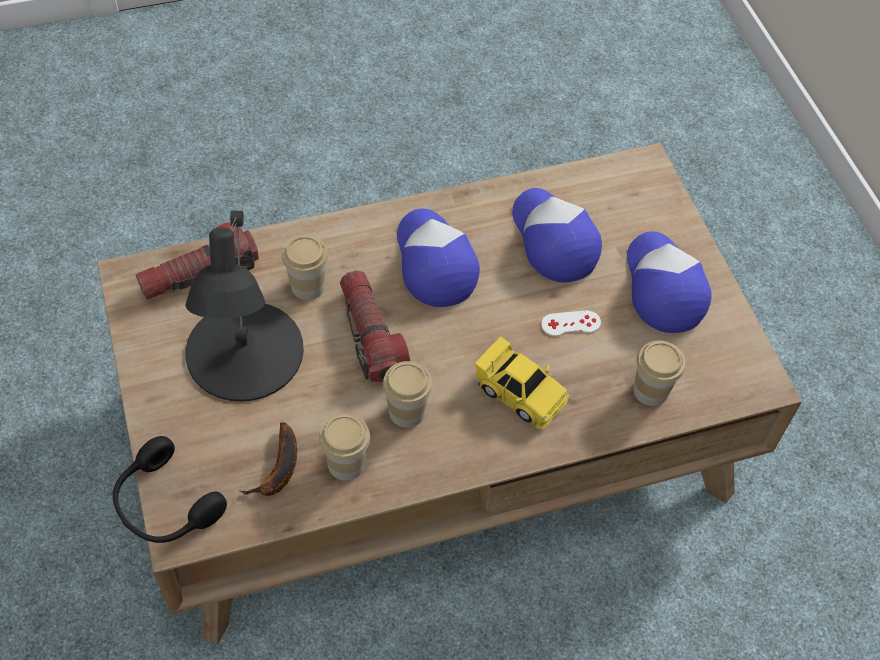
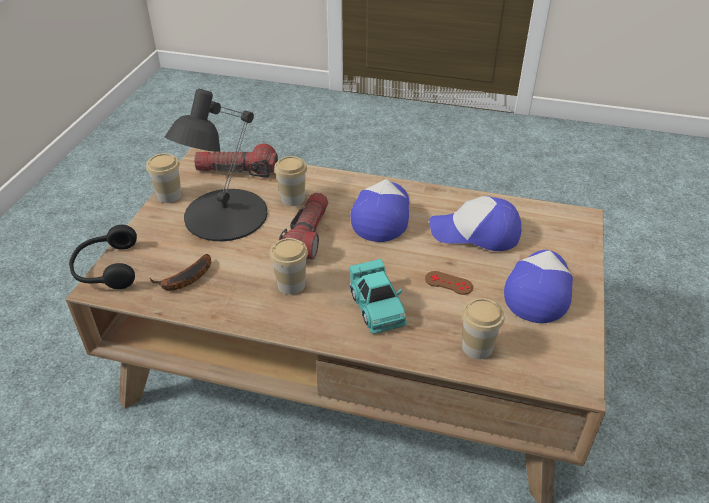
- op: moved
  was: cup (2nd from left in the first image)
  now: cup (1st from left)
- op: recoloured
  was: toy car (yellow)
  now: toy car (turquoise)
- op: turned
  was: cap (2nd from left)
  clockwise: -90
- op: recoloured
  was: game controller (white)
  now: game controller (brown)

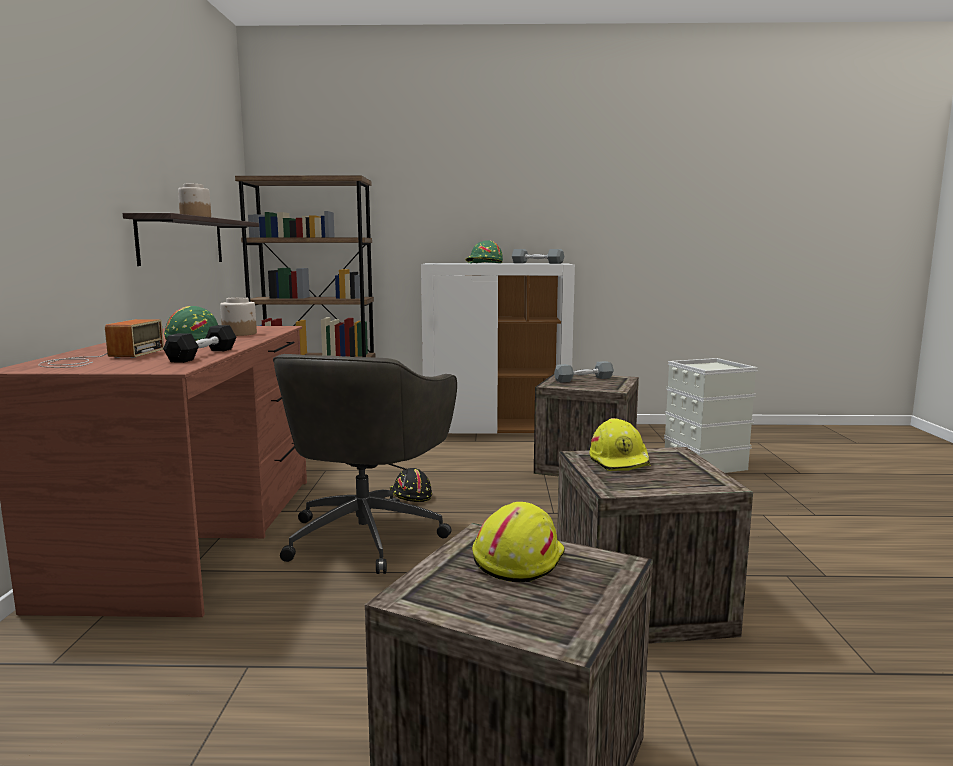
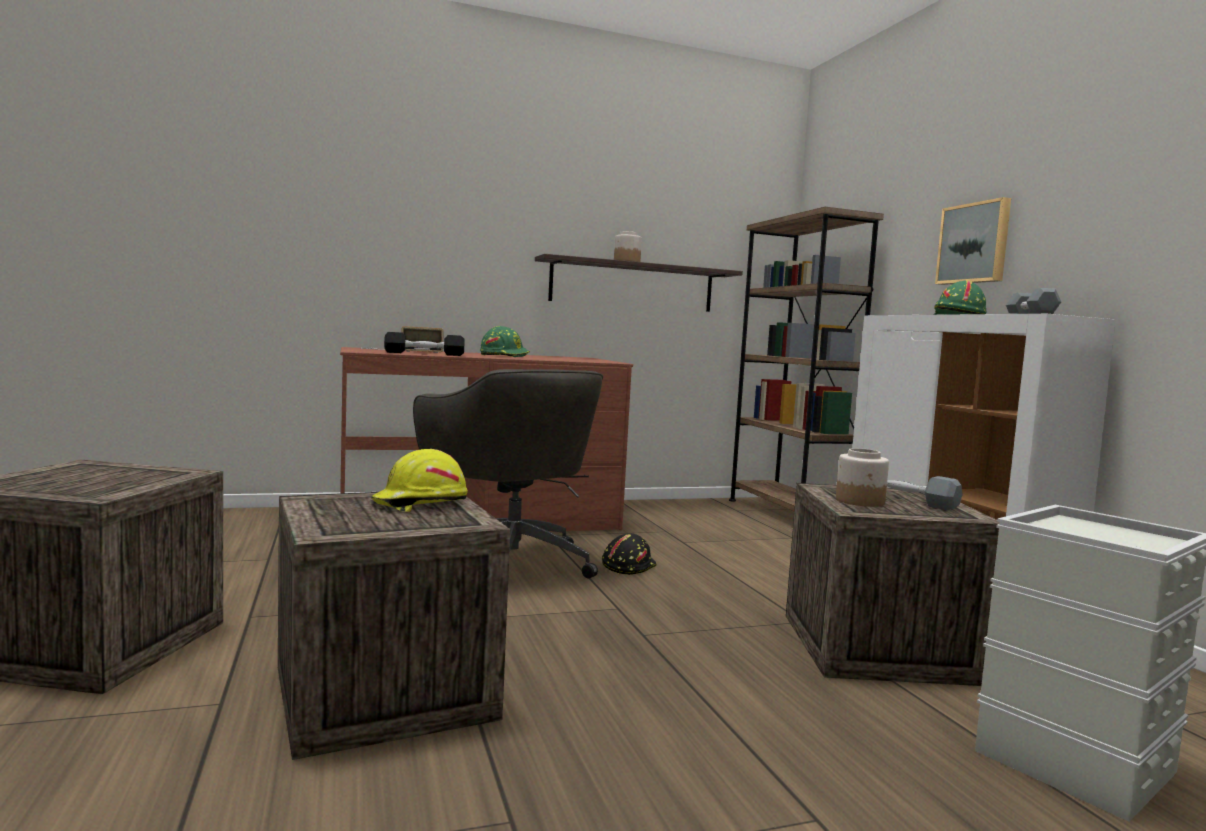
- op: moved
  was: jar (2nd from left)
- op: turned
  was: office chair (grey)
  clockwise: -120
- op: removed
  was: hard hat (yellow) (1st from left)
- op: added
  now: picture

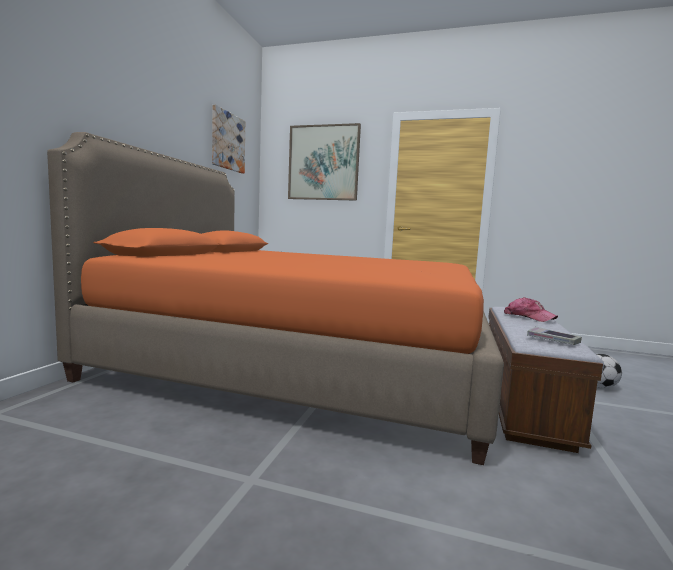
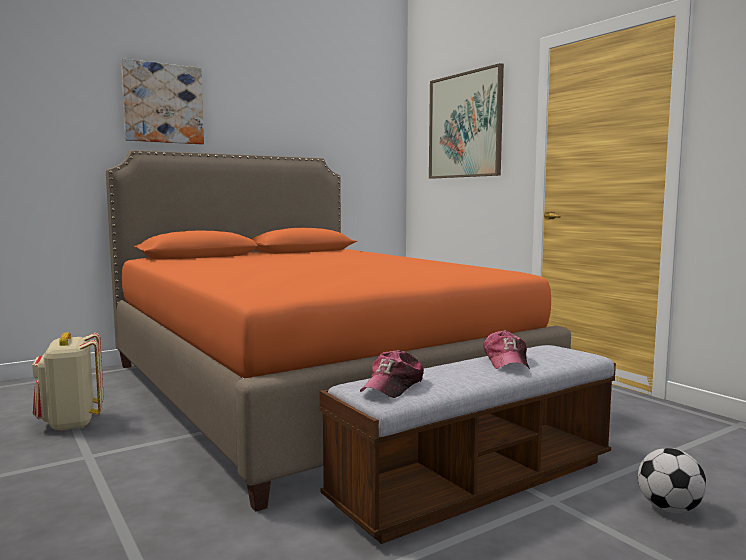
- op: moved
  was: picture (1st from left)
- op: replaced
  was: book
  now: cap (1st from left)
- op: added
  now: backpack (beige)

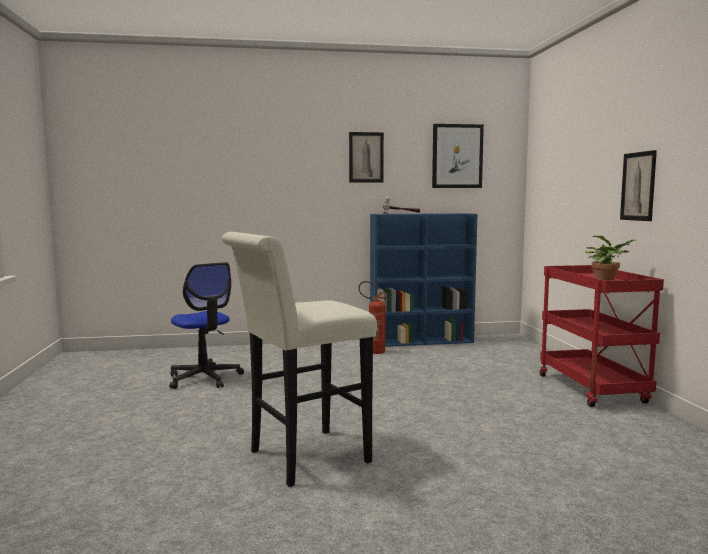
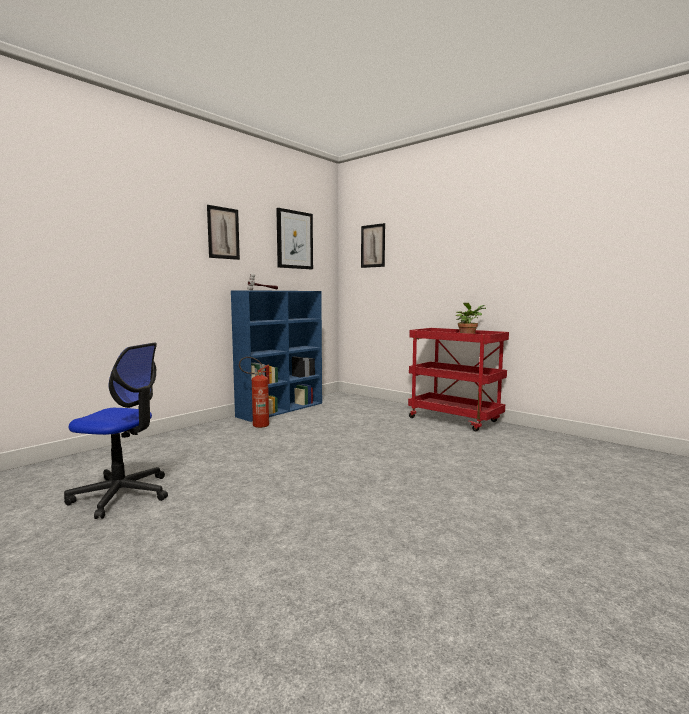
- op: removed
  was: stool (white)
- op: moved
  was: picture (3rd from left)

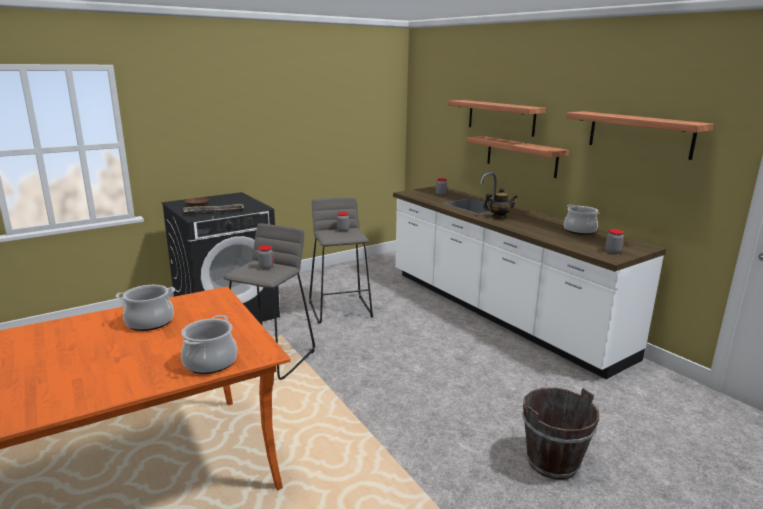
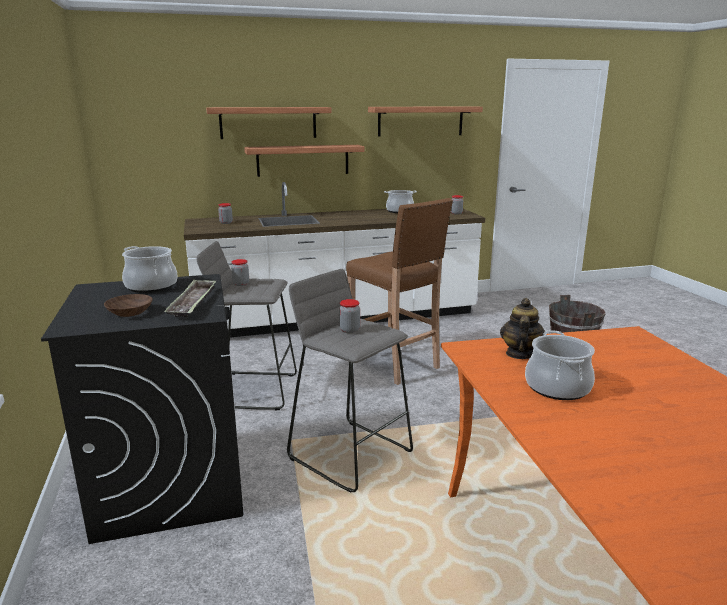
- op: moved
  was: cooking pot (2nd from left in the first image)
  now: cooking pot (1st from left)
- op: moved
  was: teapot
- op: added
  now: stool (brown)

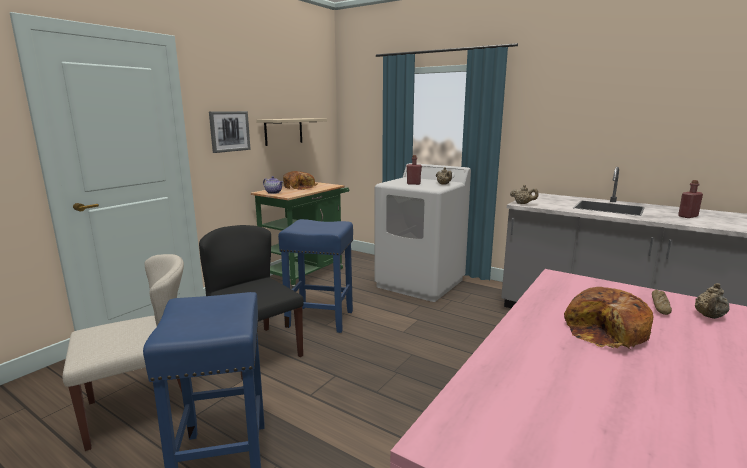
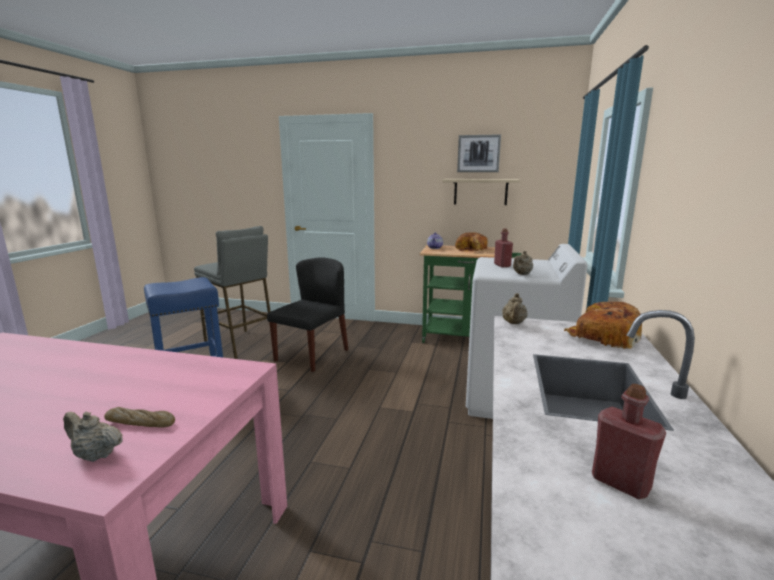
- op: replaced
  was: chair (beige)
  now: stool (grey)
- op: moved
  was: picture
- op: removed
  was: stool (blue) (2nd from left)
- op: moved
  was: bread (2nd from left in the first image)
  now: bread (3rd from left)

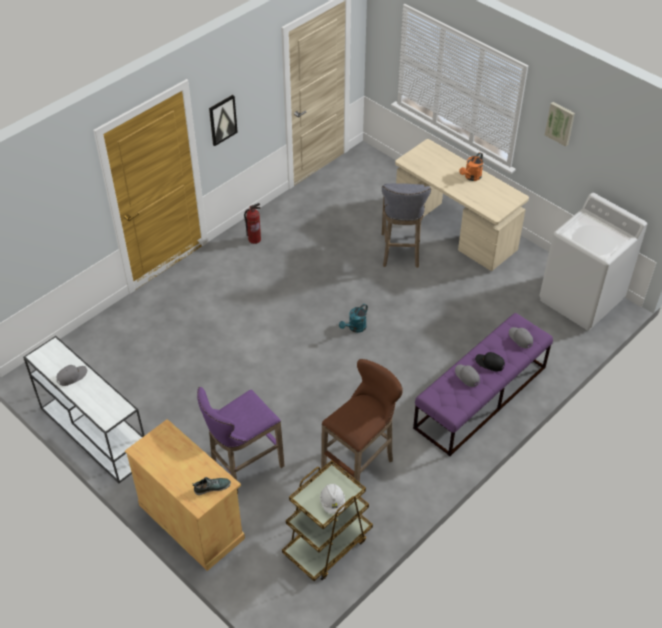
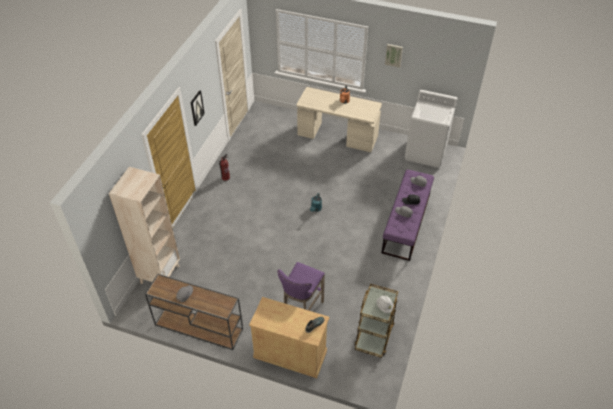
- op: recoloured
  was: console table (white)
  now: console table (brown)
- op: removed
  was: stool (brown)
- op: removed
  was: stool (grey)
- op: added
  now: bookcase (beige)

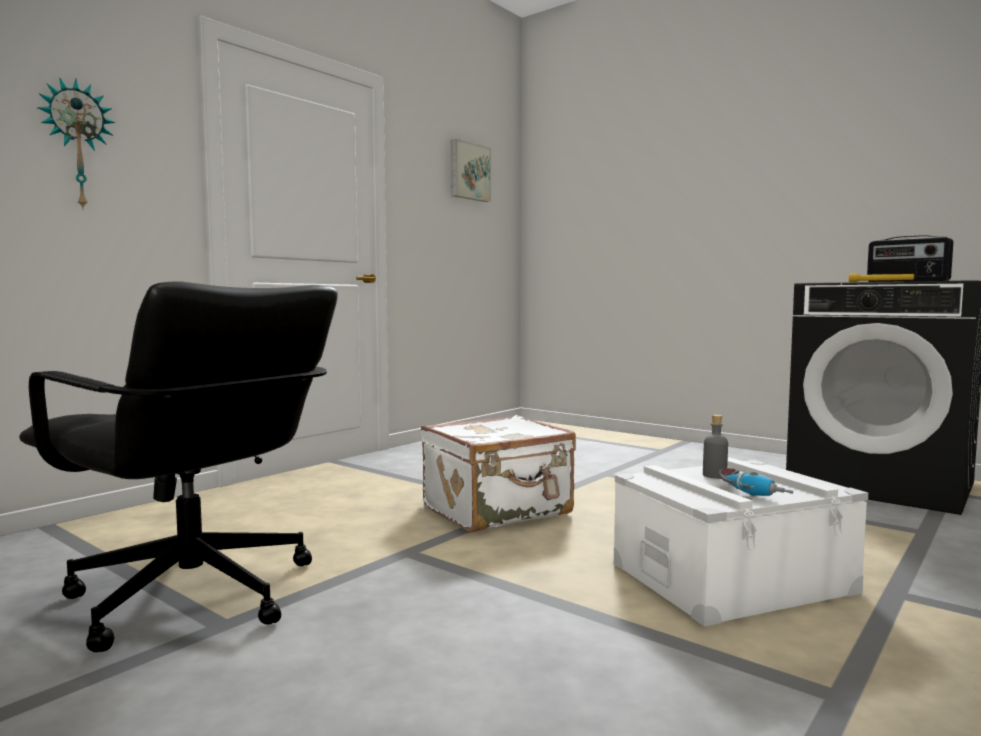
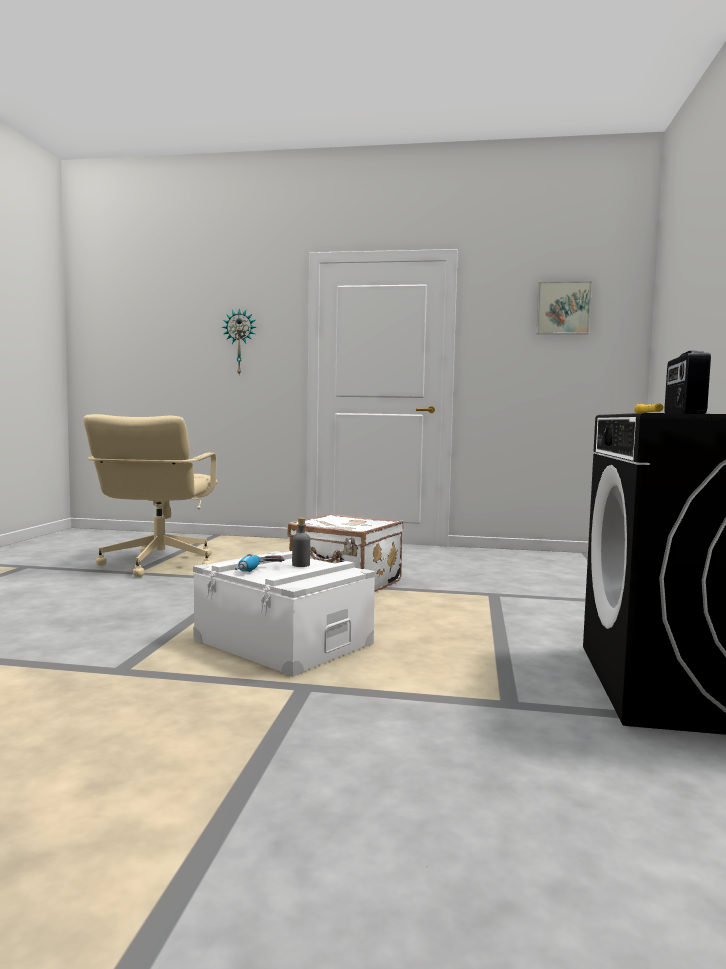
- op: recoloured
  was: office chair (black)
  now: office chair (beige)

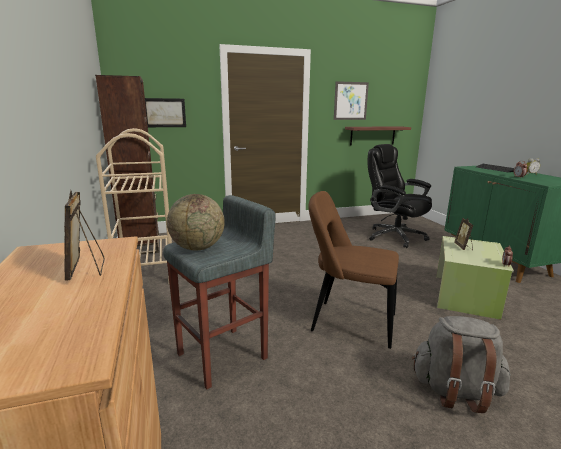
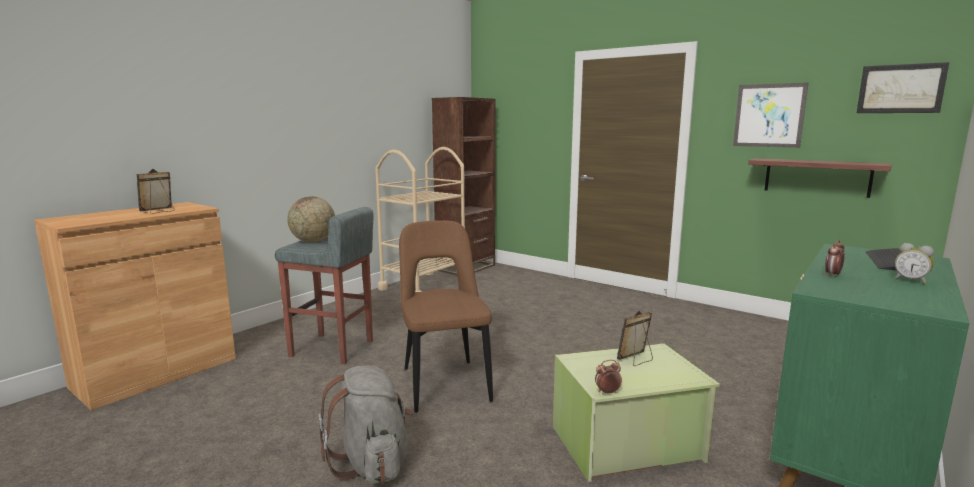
- op: moved
  was: picture (1st from left in the first image)
  now: picture (2nd from left)
- op: removed
  was: office chair (black)

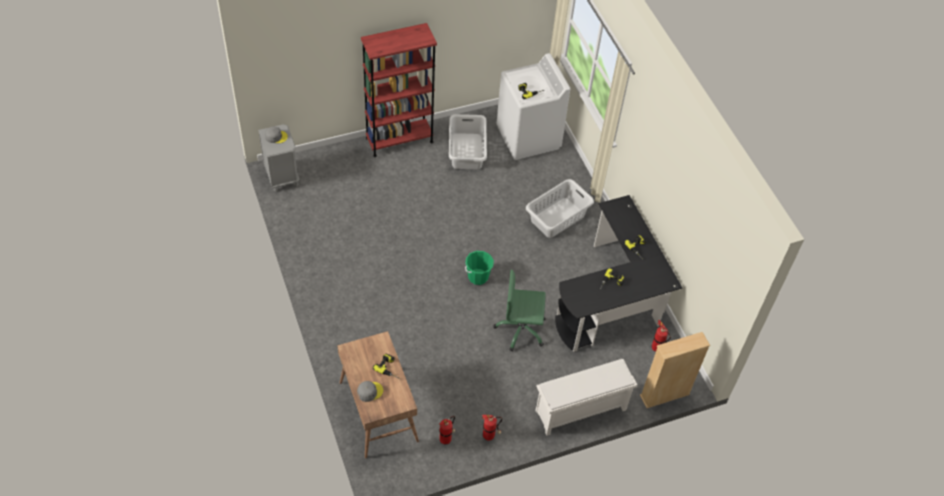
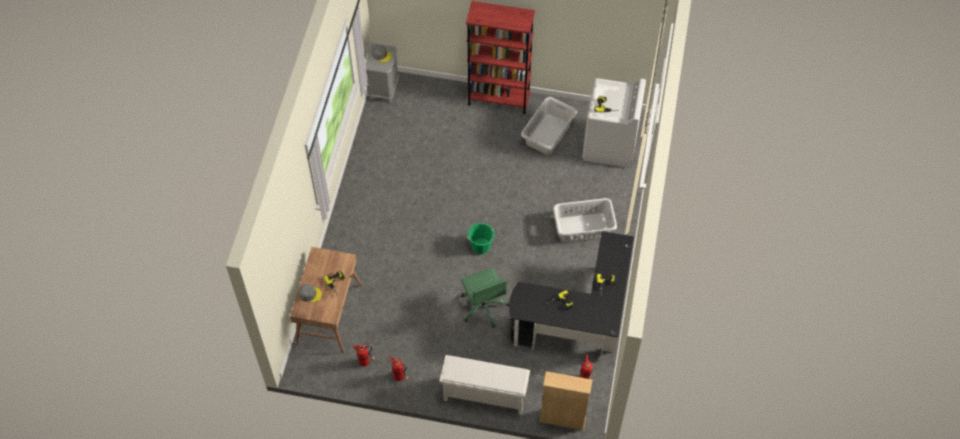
- op: turned
  was: office chair (green)
  clockwise: -150

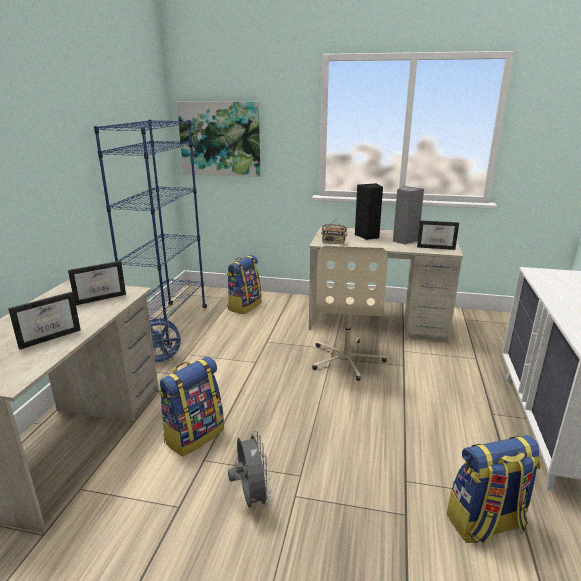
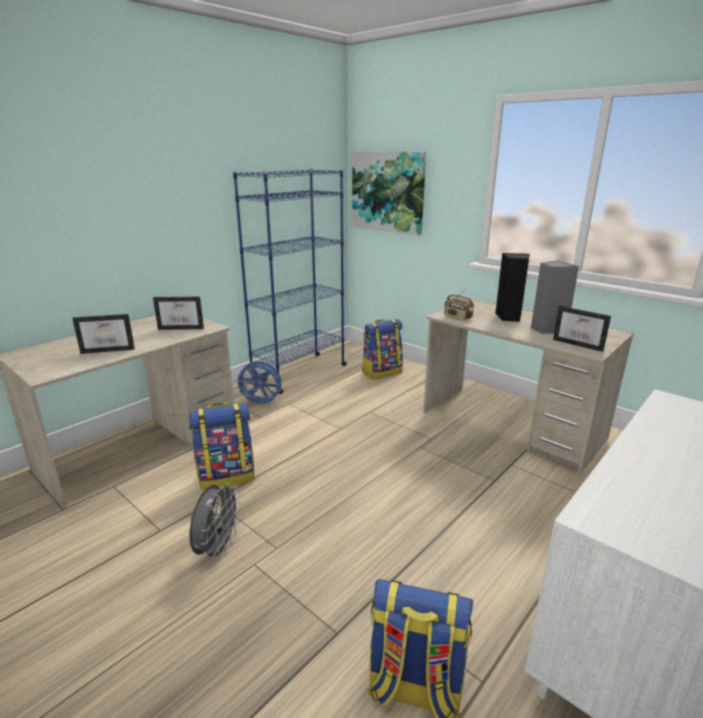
- op: removed
  was: office chair (beige)

